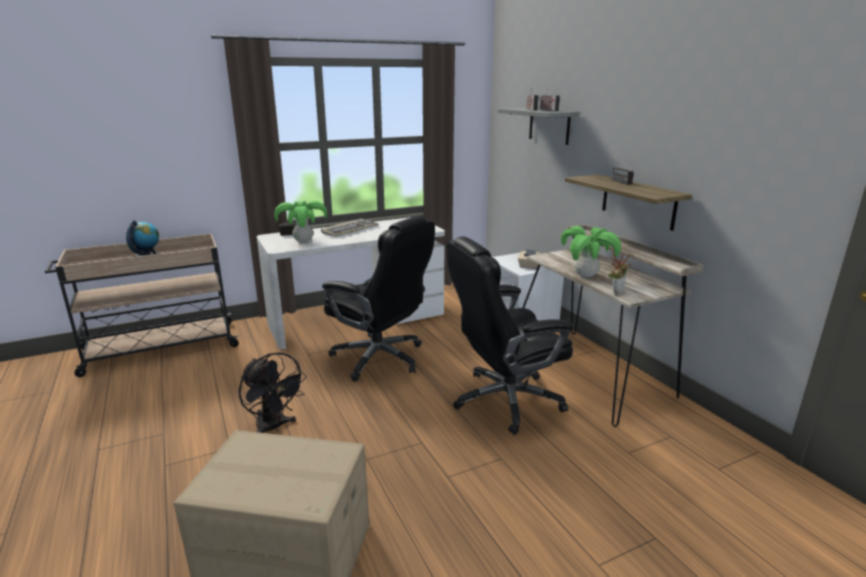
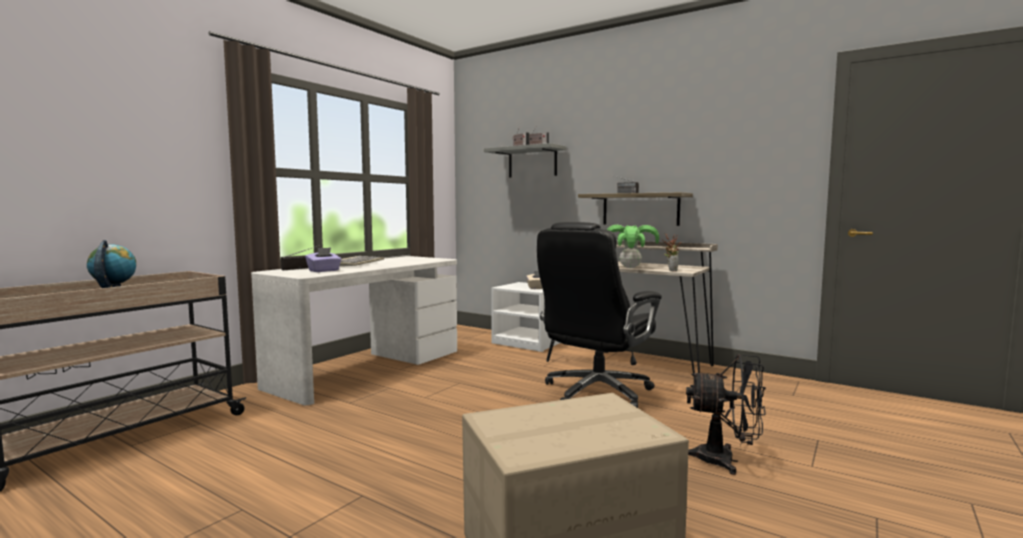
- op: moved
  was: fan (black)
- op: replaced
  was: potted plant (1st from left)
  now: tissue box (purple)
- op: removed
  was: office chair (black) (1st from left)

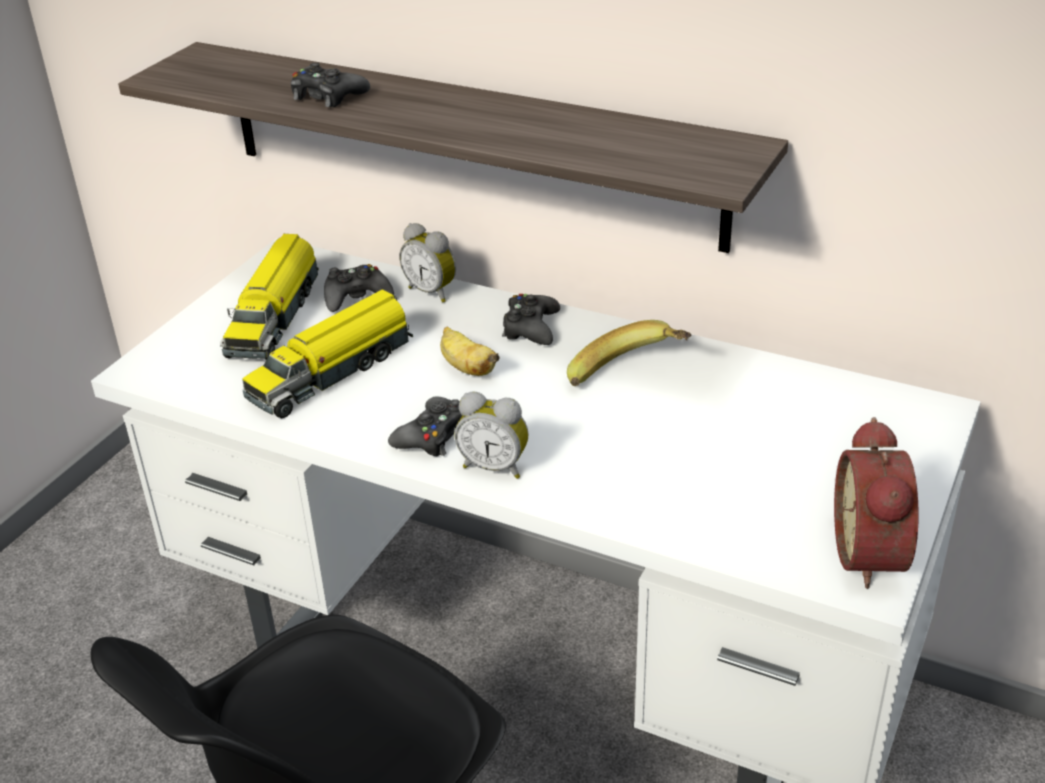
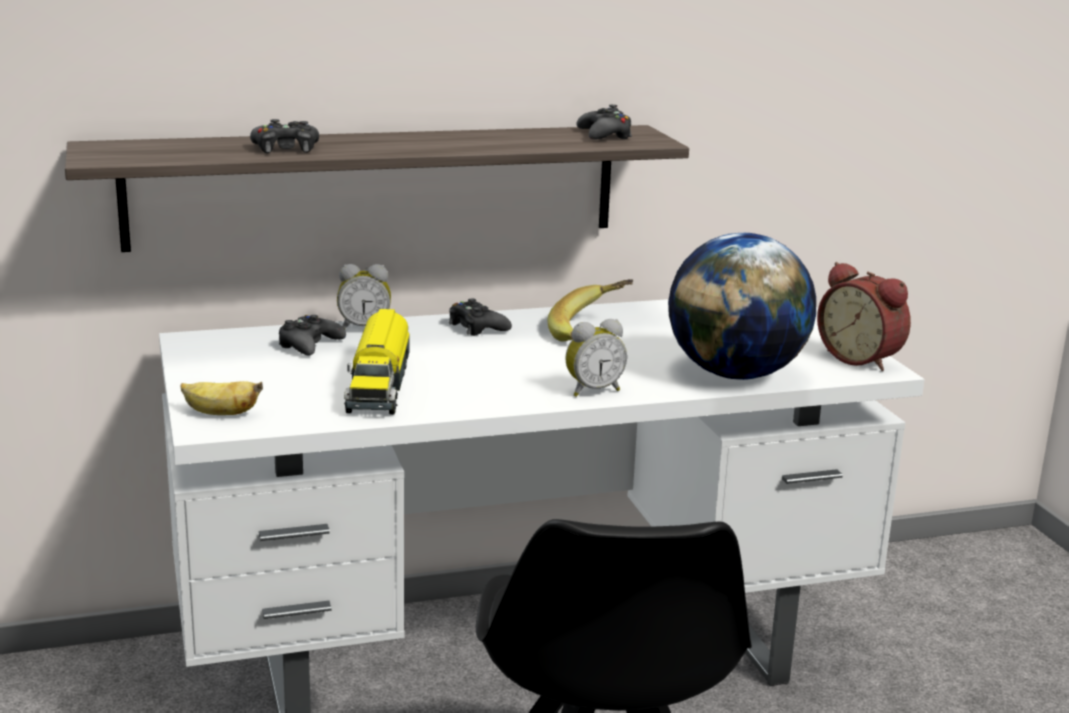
- op: removed
  was: toy truck (1st from left)
- op: moved
  was: game controller (black) (3rd from left in the first image)
  now: game controller (black) (4th from left)
- op: moved
  was: banana (1st from left)
- op: added
  now: globe

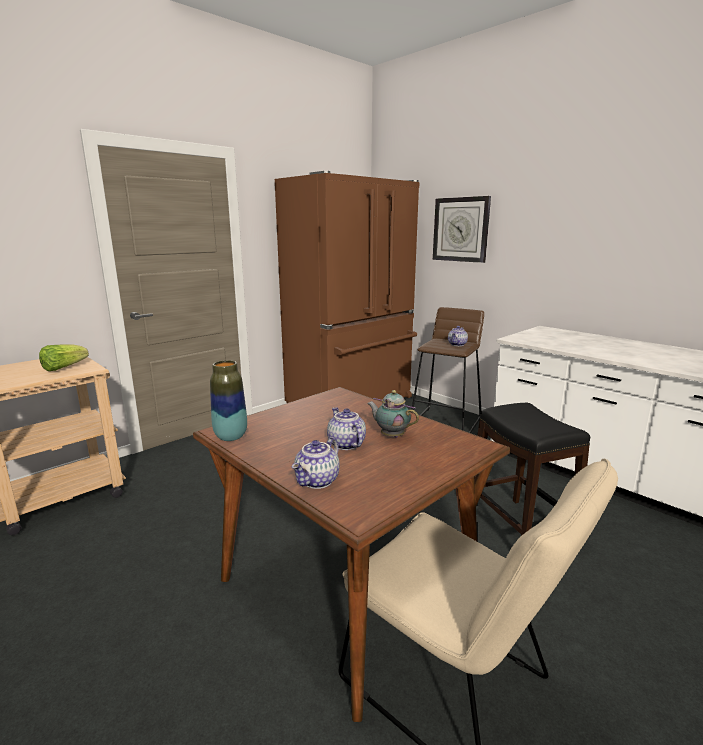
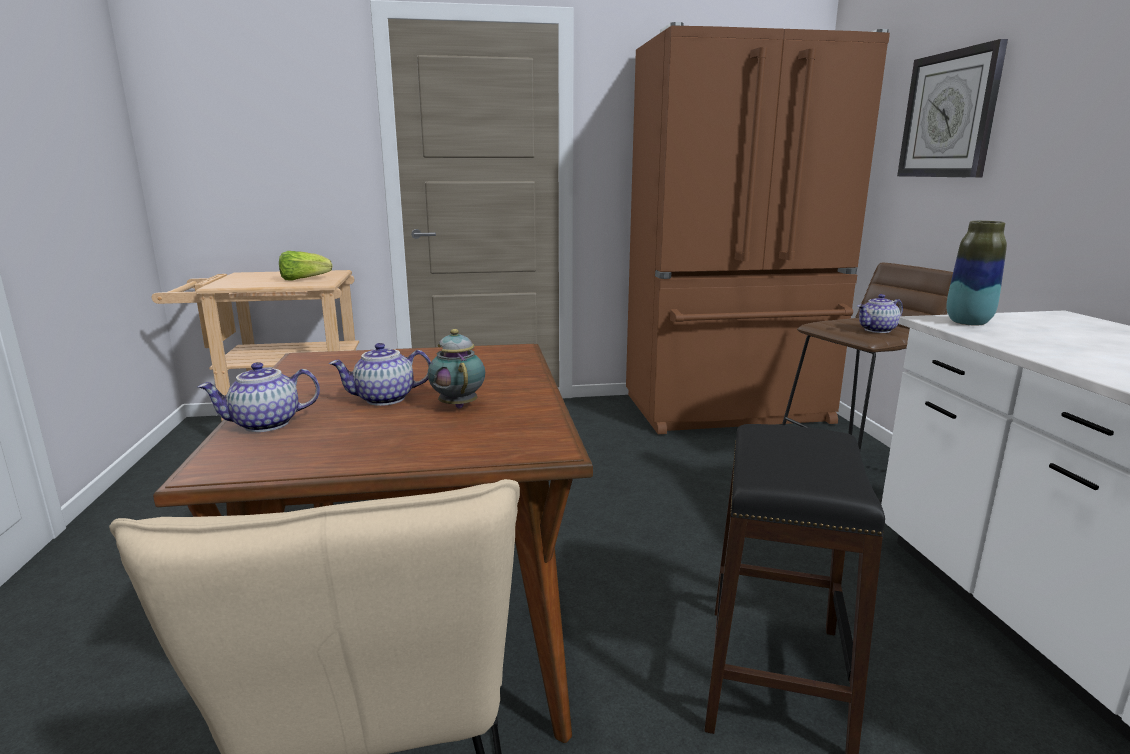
- op: moved
  was: vase
- op: turned
  was: teapot (2nd from left)
  clockwise: -120

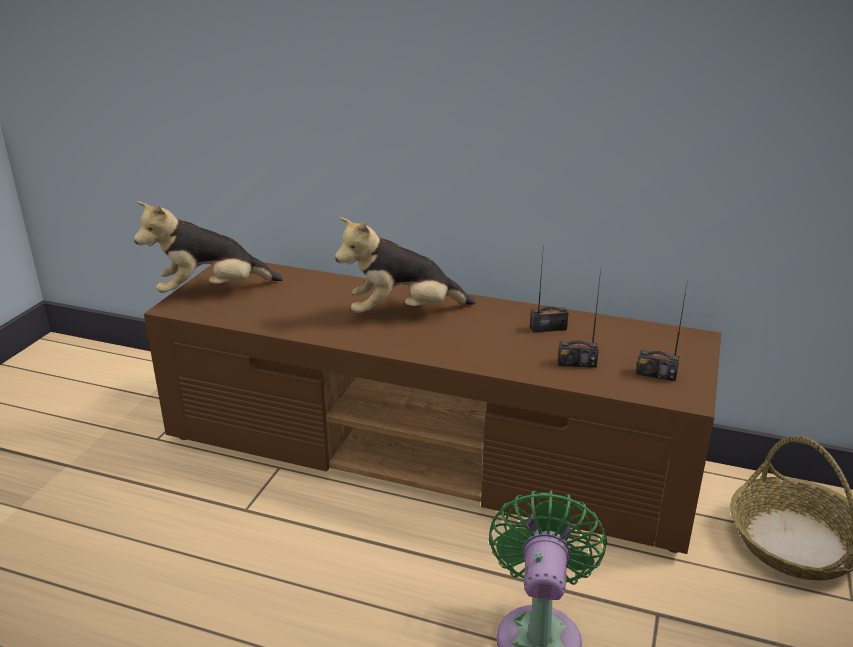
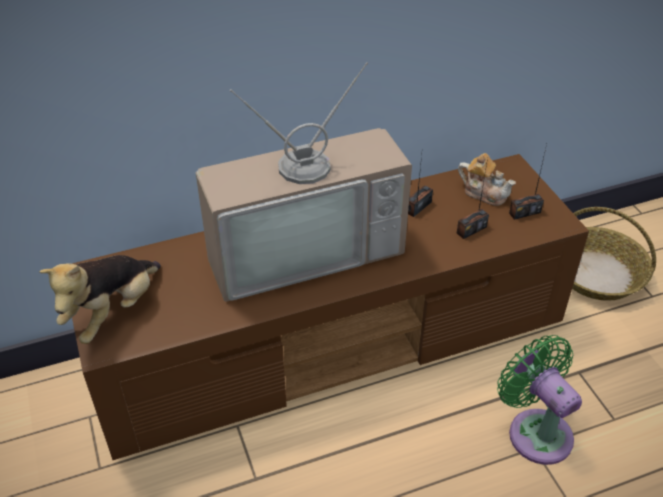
- op: replaced
  was: plush toy (2nd from left)
  now: television
- op: added
  now: teapot

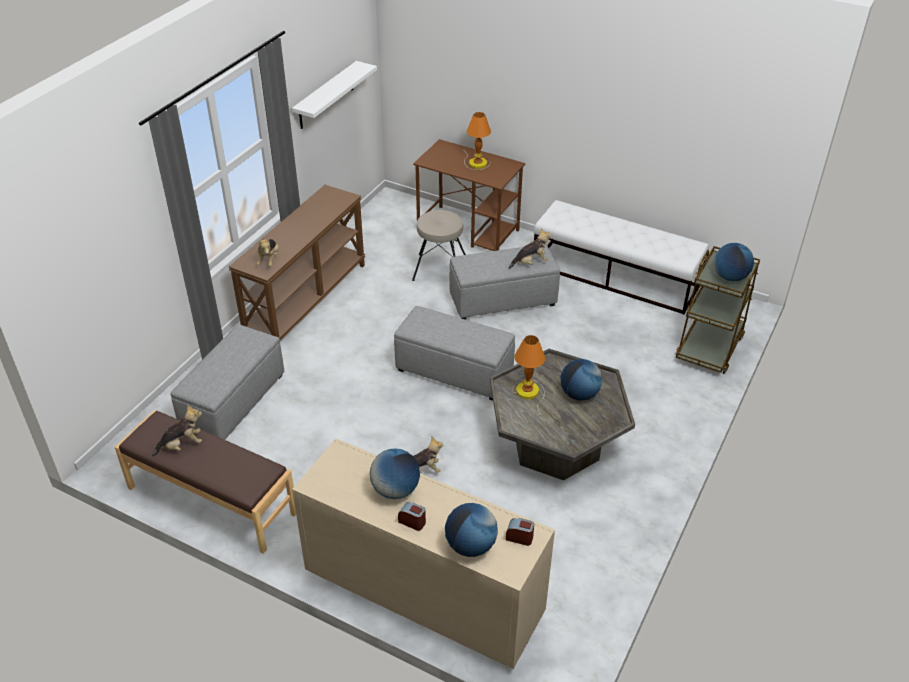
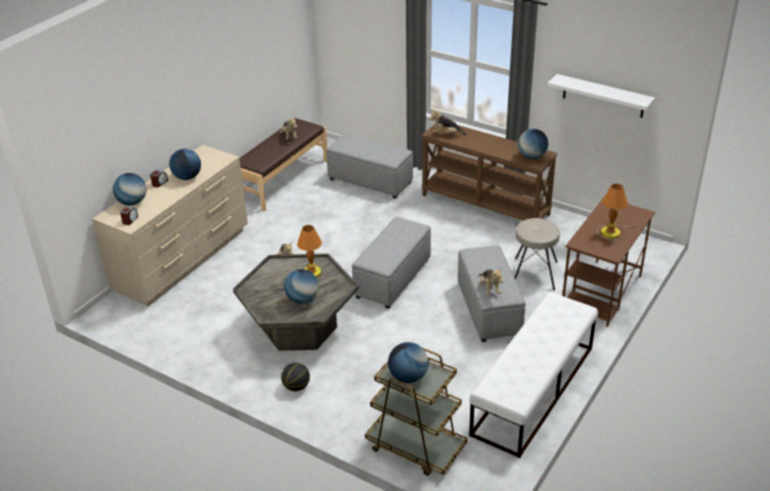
- op: added
  now: basketball
- op: added
  now: globe (5th from left)

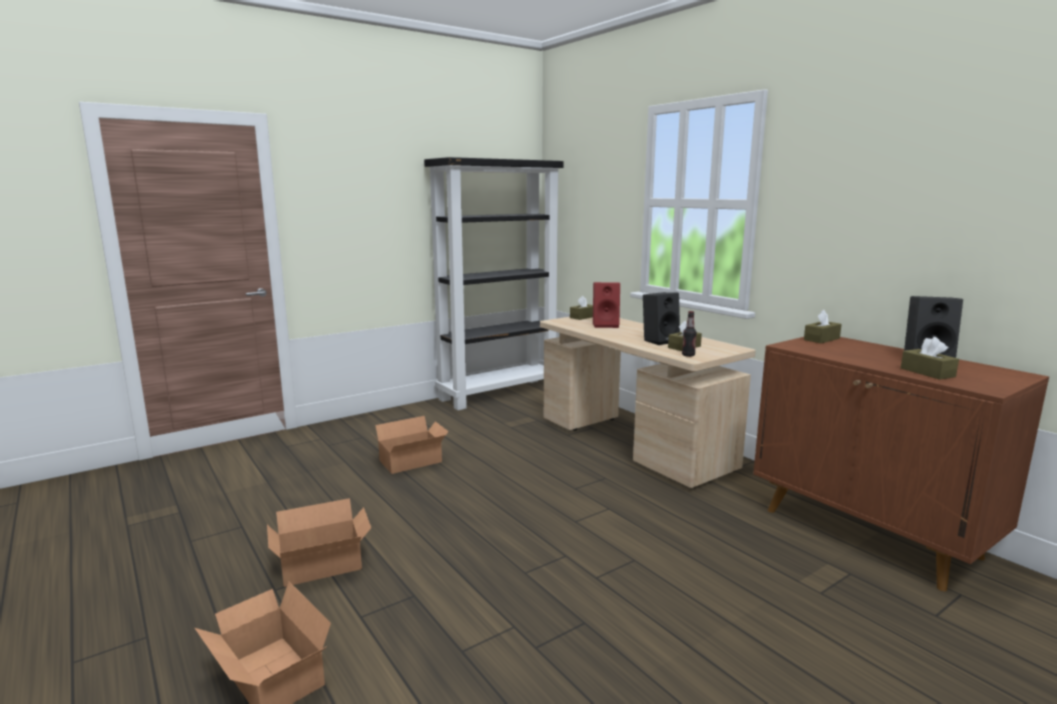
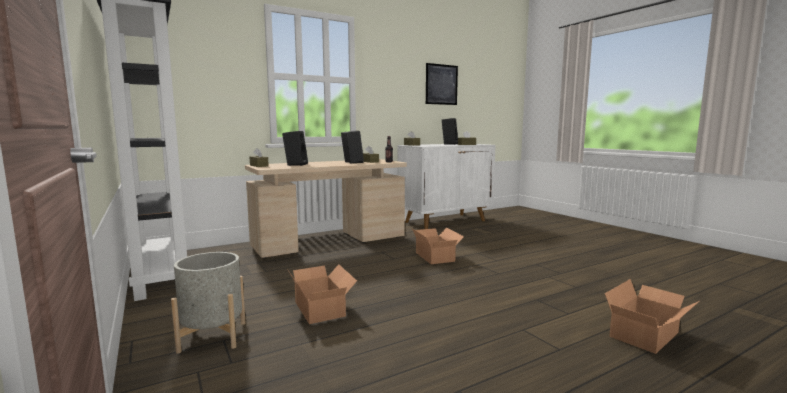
- op: moved
  was: cardboard box (2nd from left)
- op: recoloured
  was: speaker (red)
  now: speaker (black) (1st from left)
- op: recoloured
  was: cabinet (brown)
  now: cabinet (white)
- op: added
  now: planter (grey)
- op: added
  now: picture

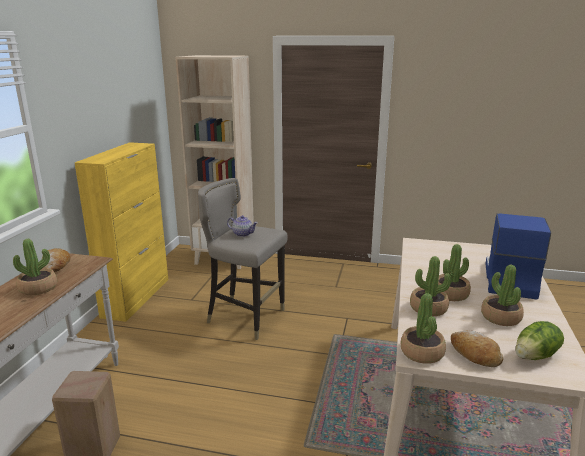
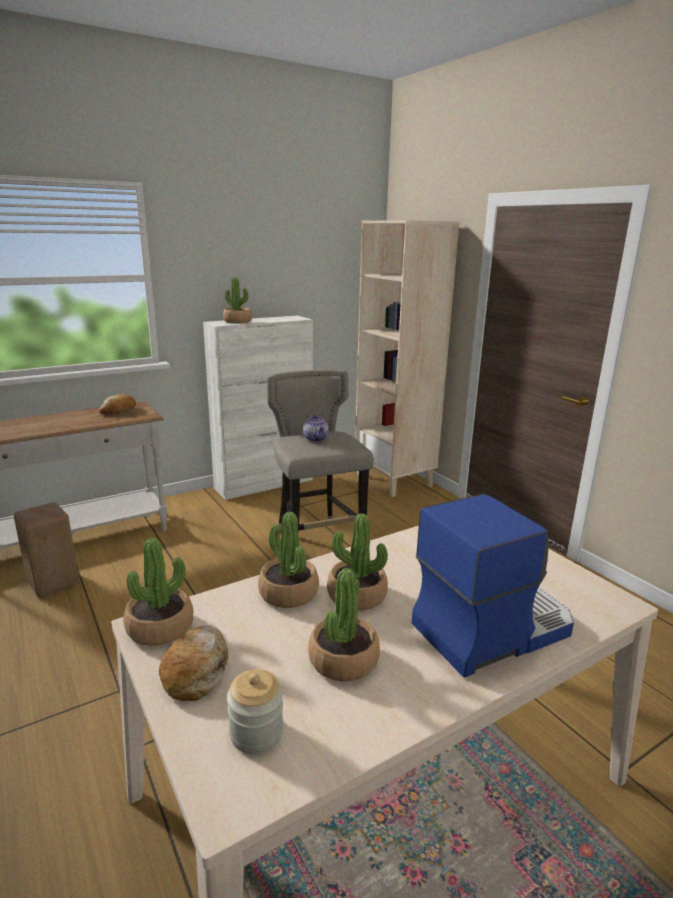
- op: moved
  was: potted plant (1st from left in the first image)
  now: potted plant (2nd from left)
- op: recoloured
  was: cabinet (yellow)
  now: cabinet (white)
- op: replaced
  was: lettuce
  now: jar

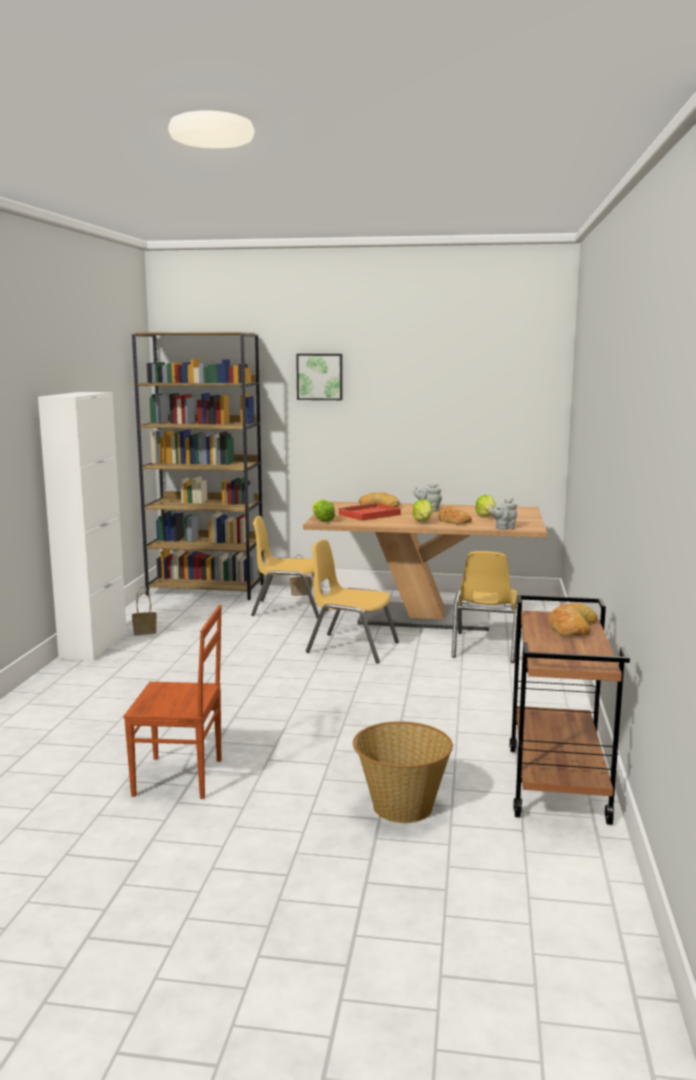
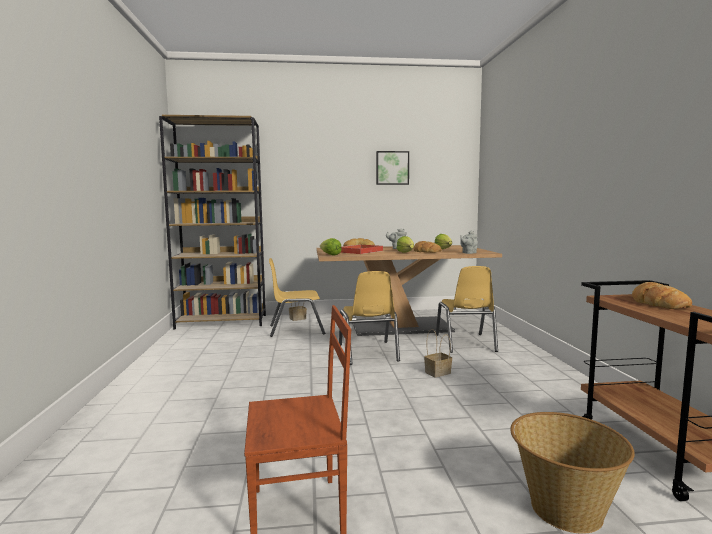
- op: removed
  was: cabinet (white)
- op: moved
  was: basket (1st from left in the first image)
  now: basket (2nd from left)
- op: moved
  was: picture
- op: turned
  was: chair (yellow) (2nd from left)
  clockwise: -105

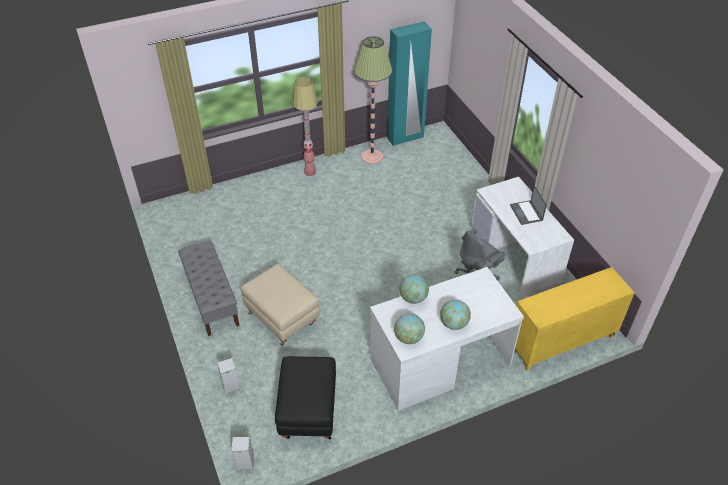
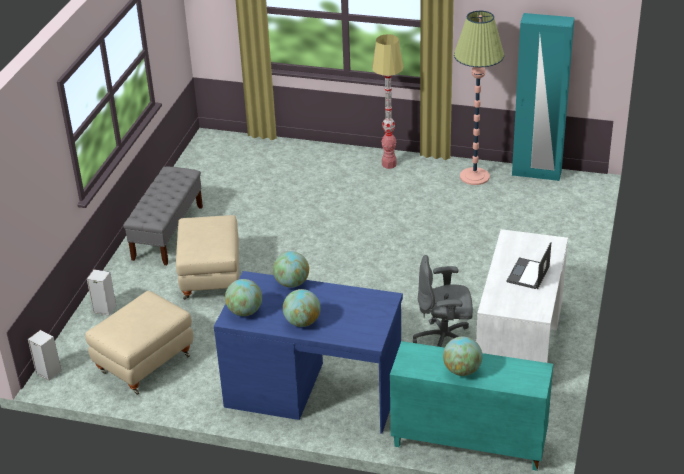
- op: recoloured
  was: ottoman (black)
  now: ottoman (beige) (1st from left)
- op: recoloured
  was: desk (white) (1st from left)
  now: desk (blue)
- op: recoloured
  was: cabinet (yellow)
  now: cabinet (turquoise)
- op: added
  now: globe (4th from left)

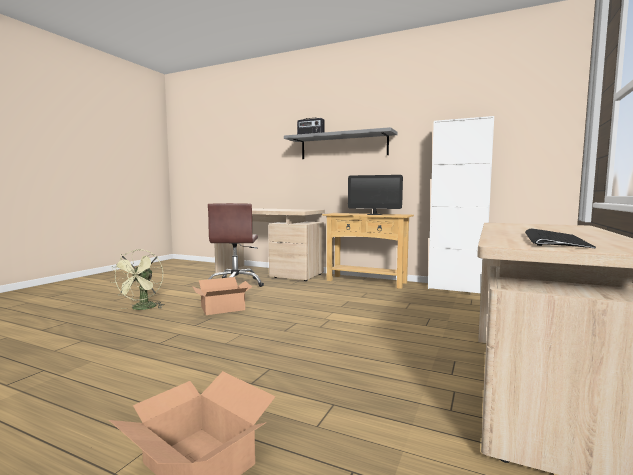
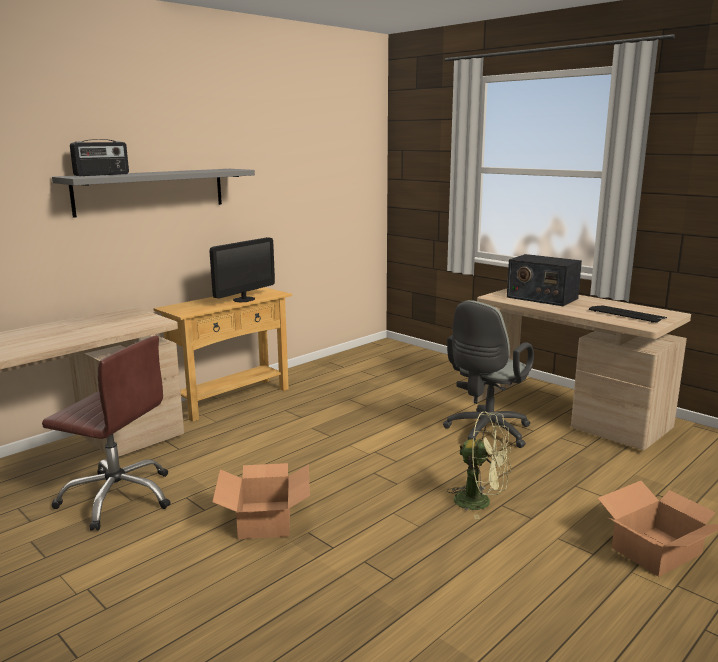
- op: moved
  was: fan (green)
- op: removed
  was: cabinet (white)
- op: added
  now: office chair (grey)
- op: added
  now: radio (2nd from left)

